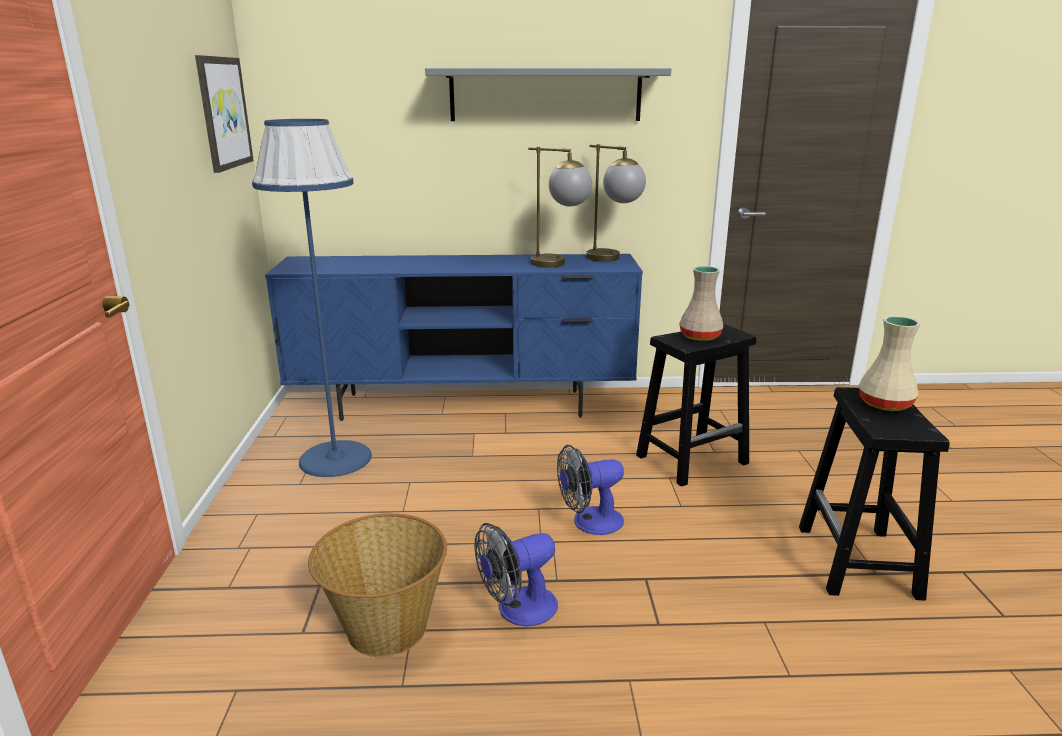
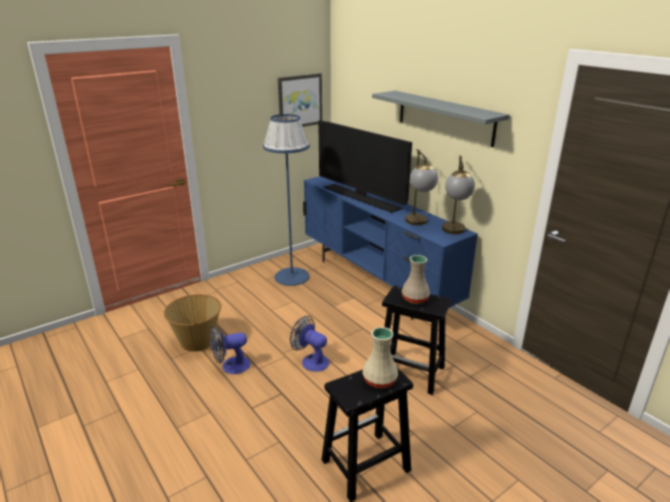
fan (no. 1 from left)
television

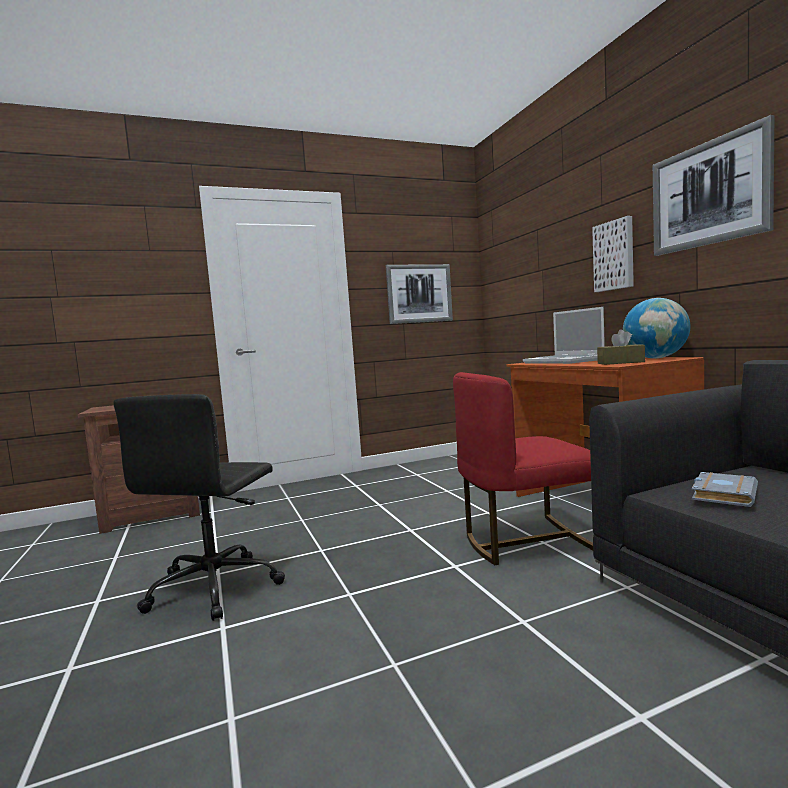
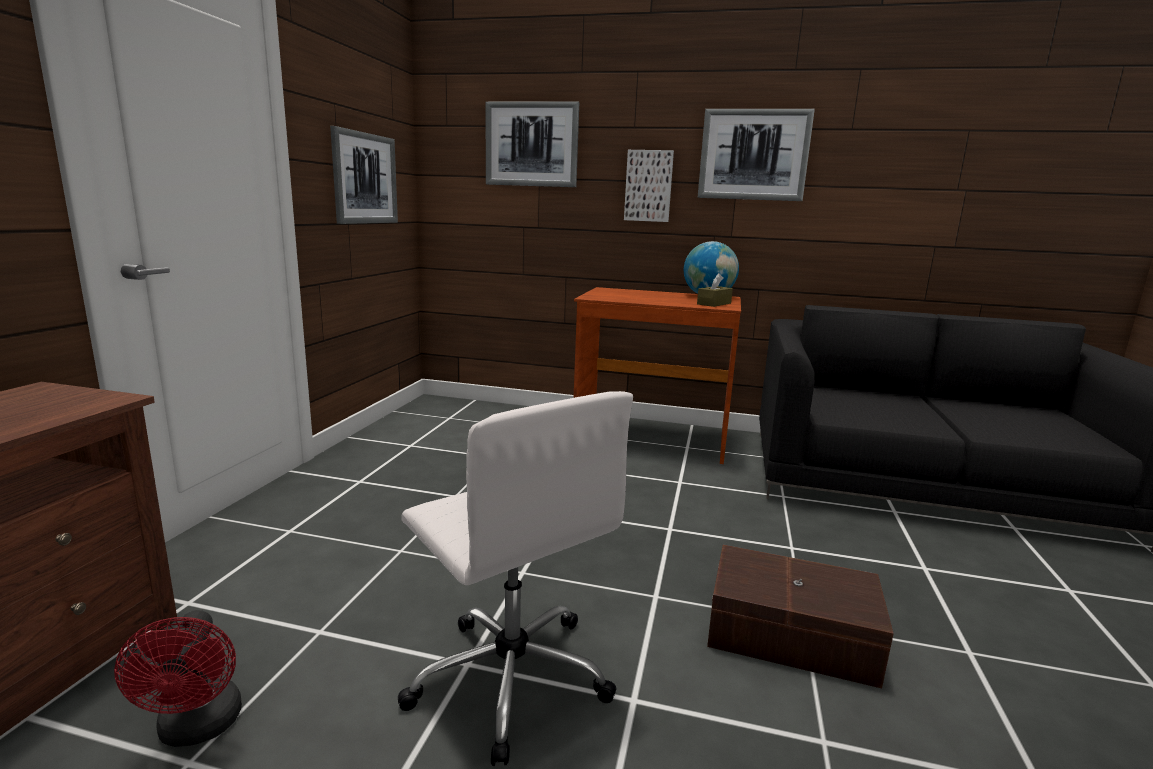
white office chair
red chair
laptop
grey book
red fan
picture (no. 2 from left)
brown storage box

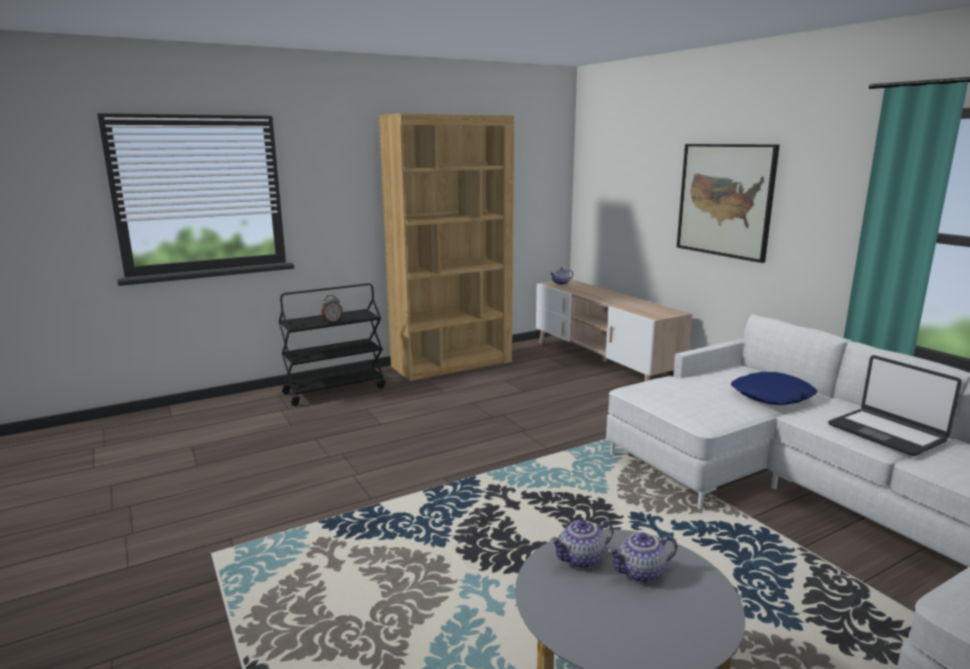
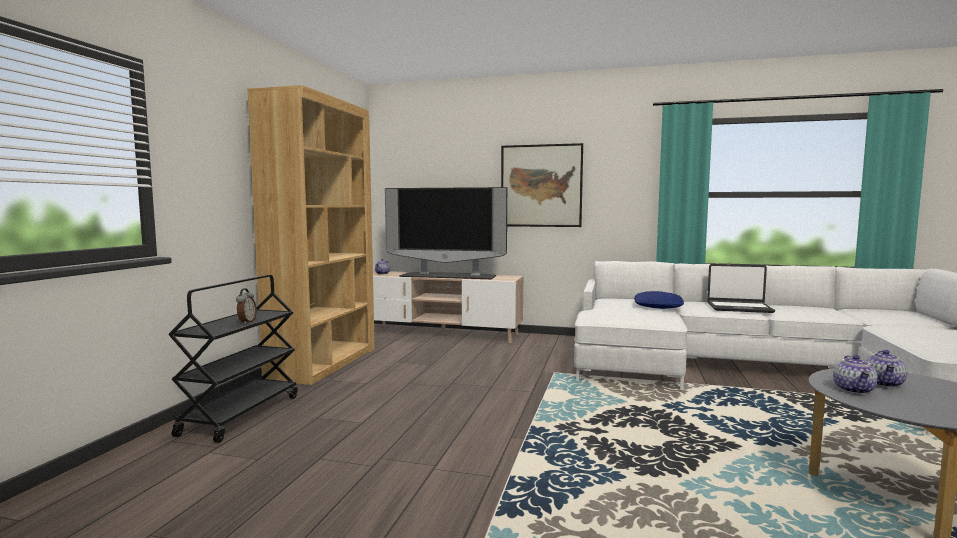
television

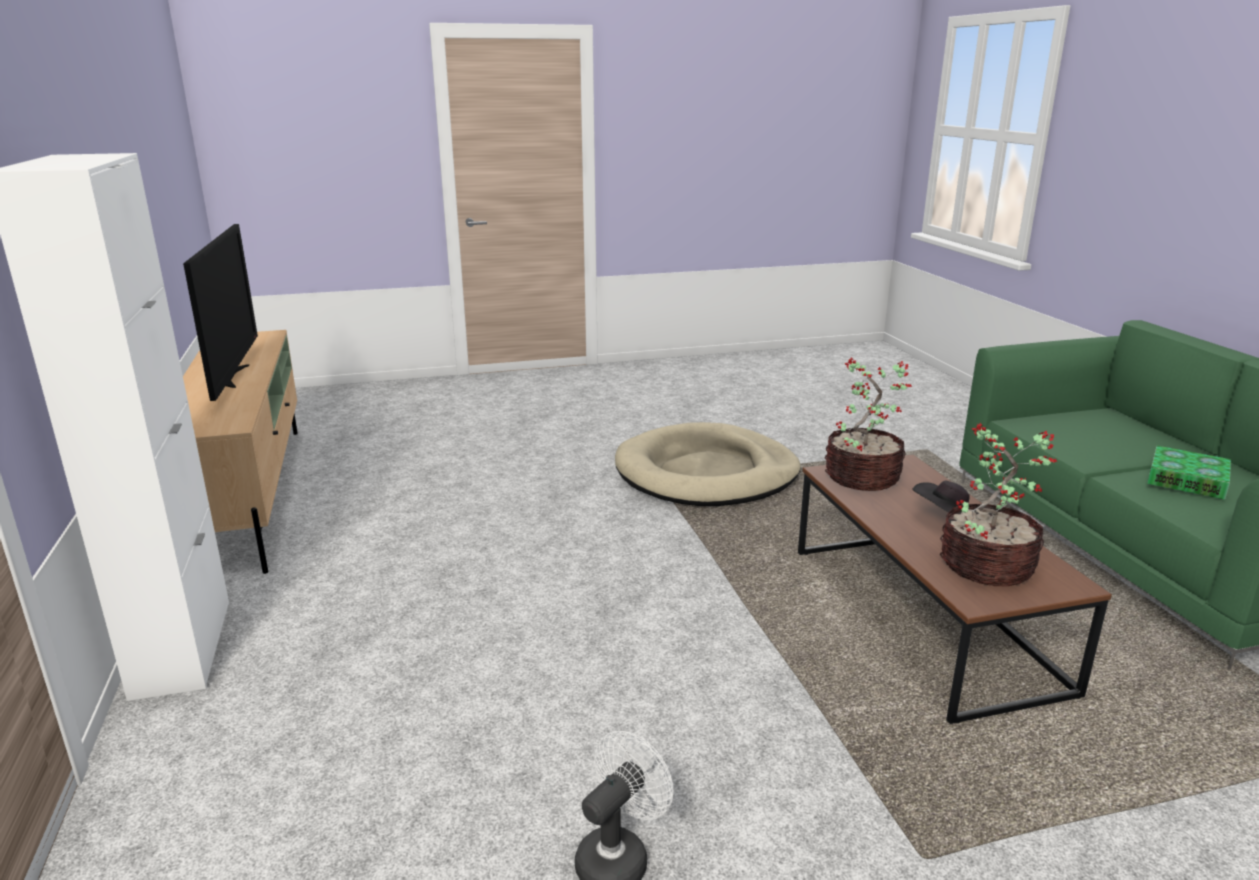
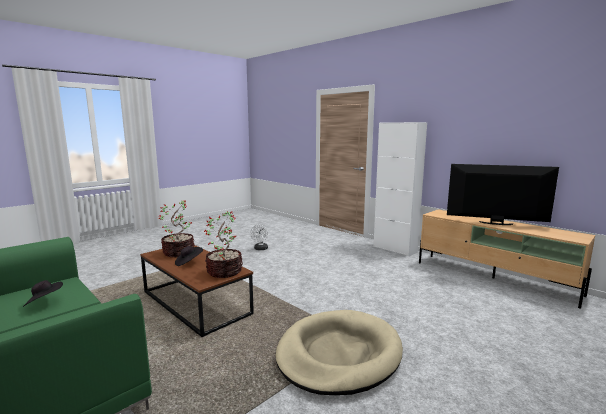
television
black hat (no. 1 from left)

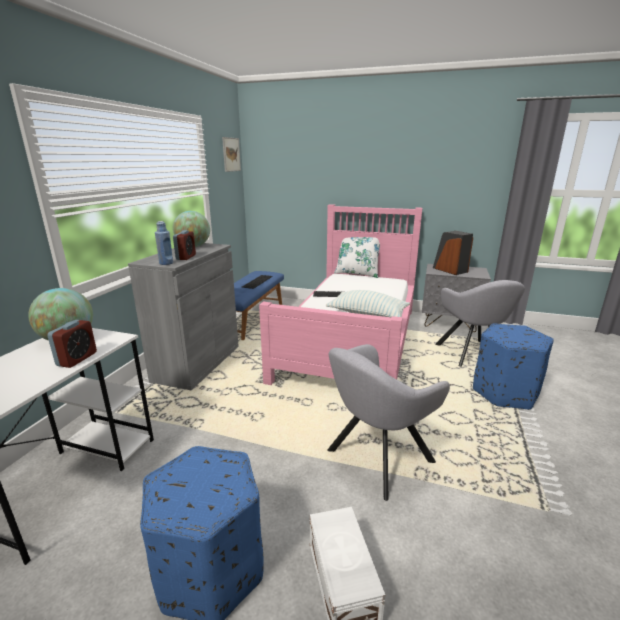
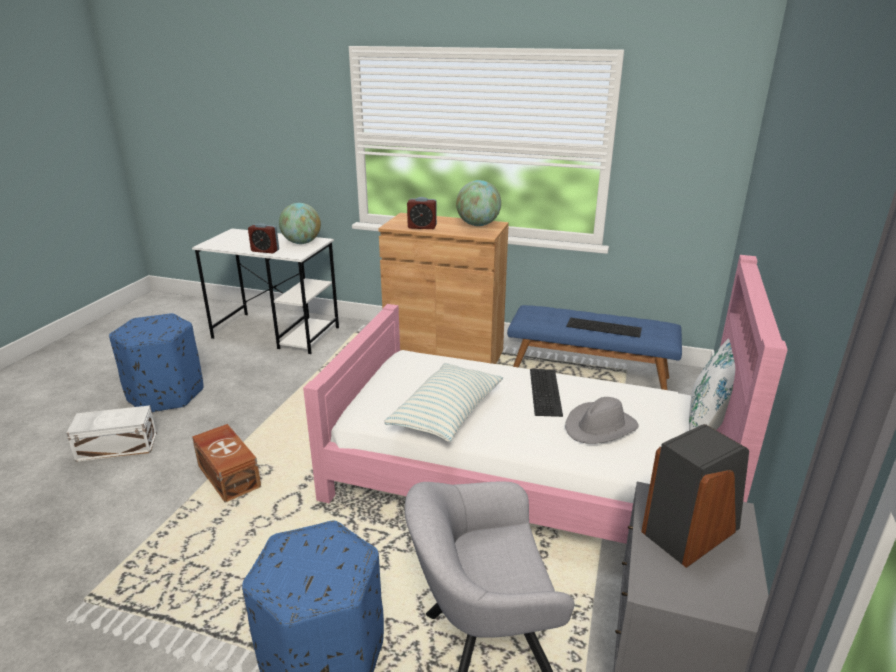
brown cabinet
blue bottle
picture
brown storage box
grey hat

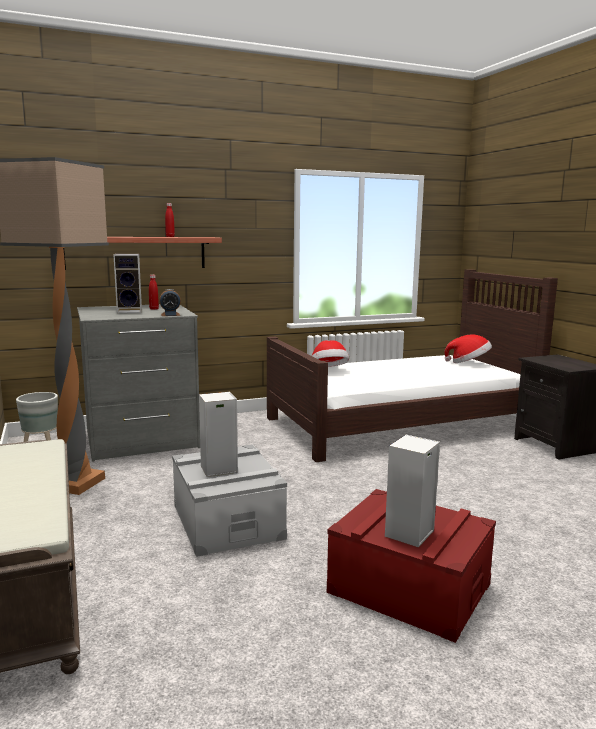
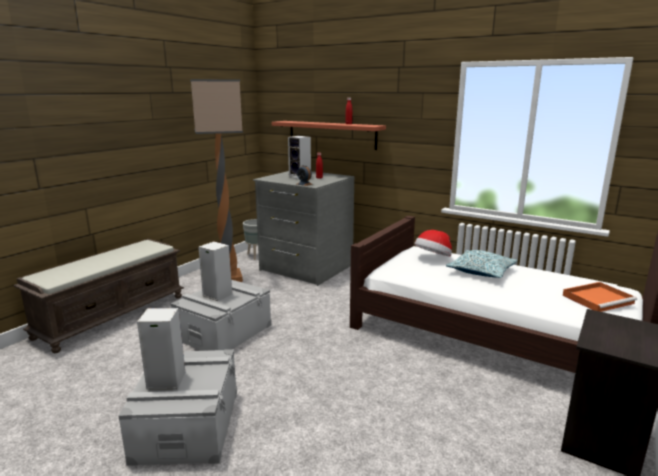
grey storage box (no. 1 from left)
orange tray
pillow

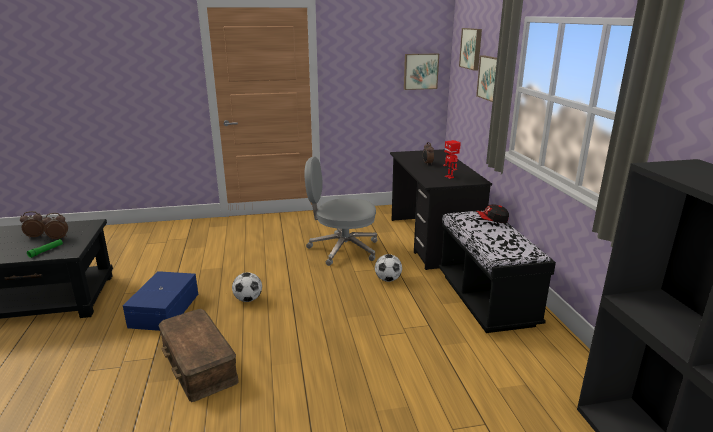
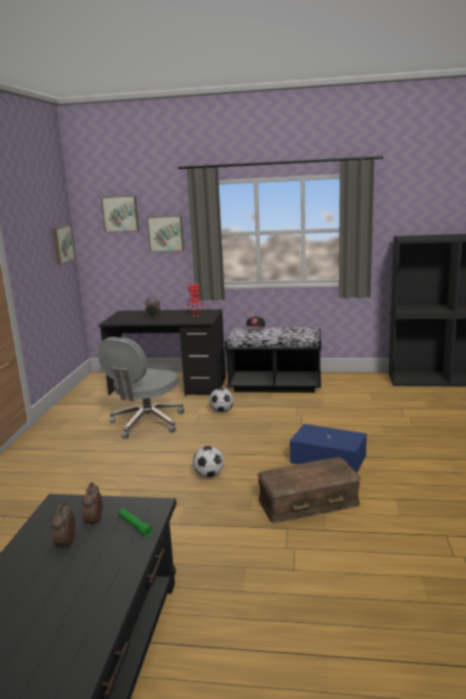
blue storage box

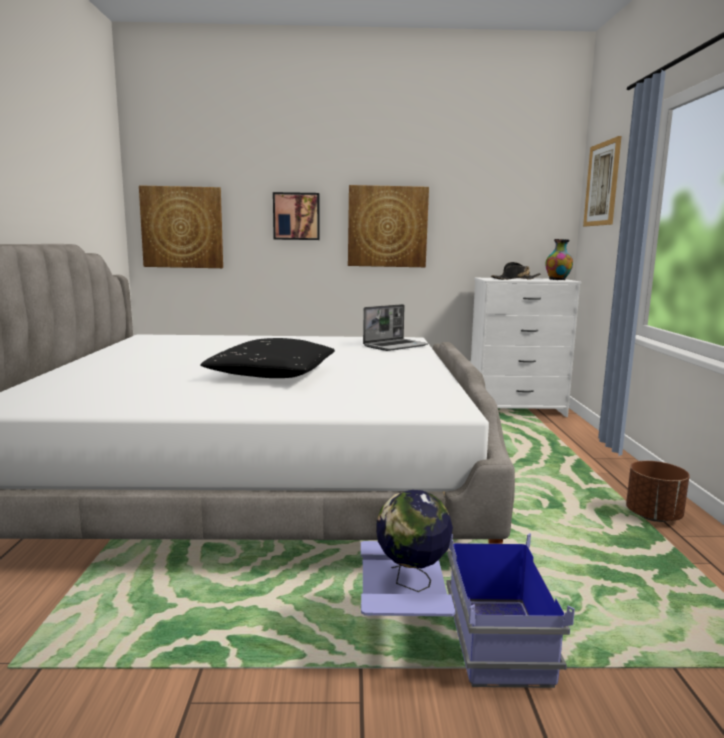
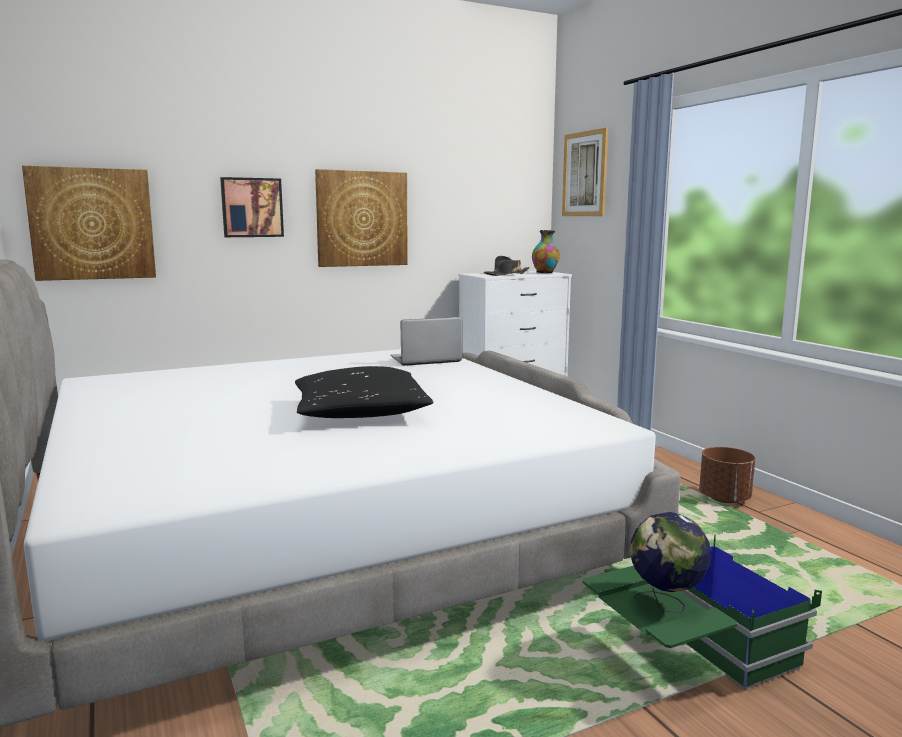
green storage box
laptop

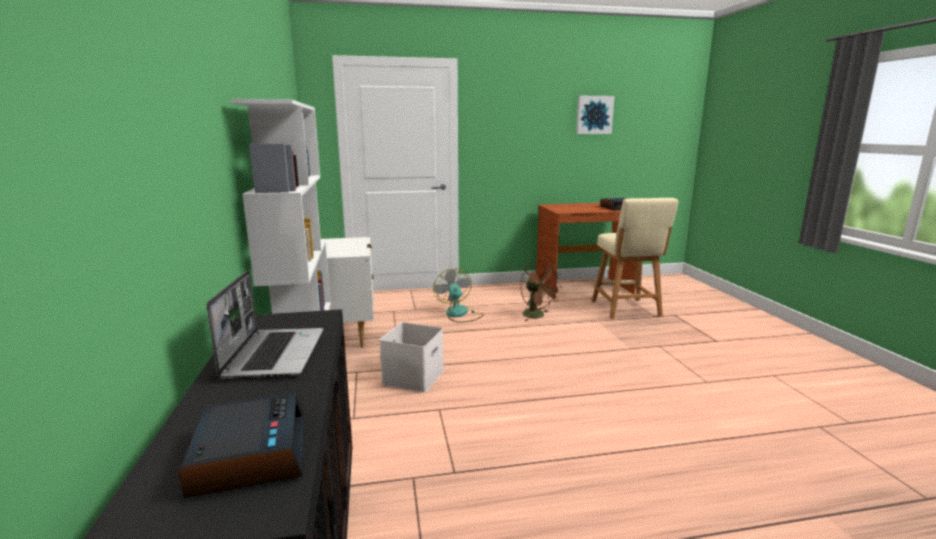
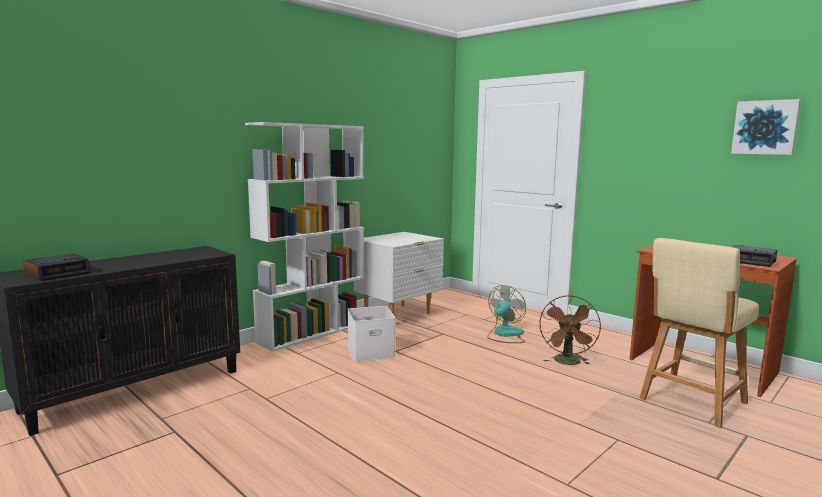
laptop

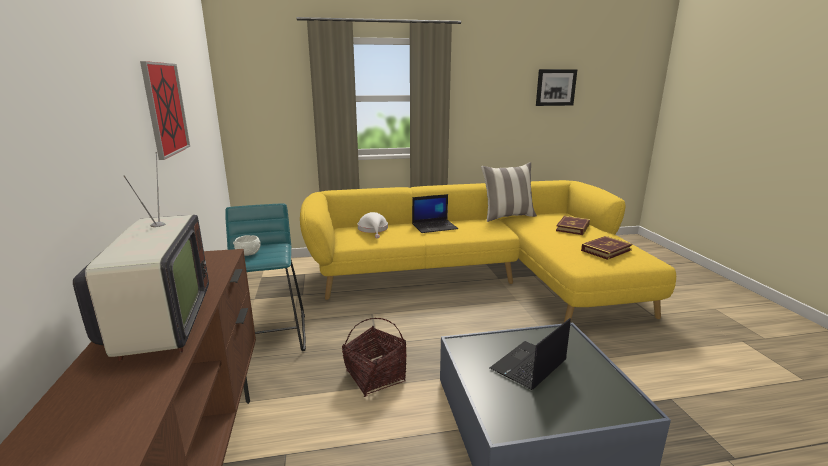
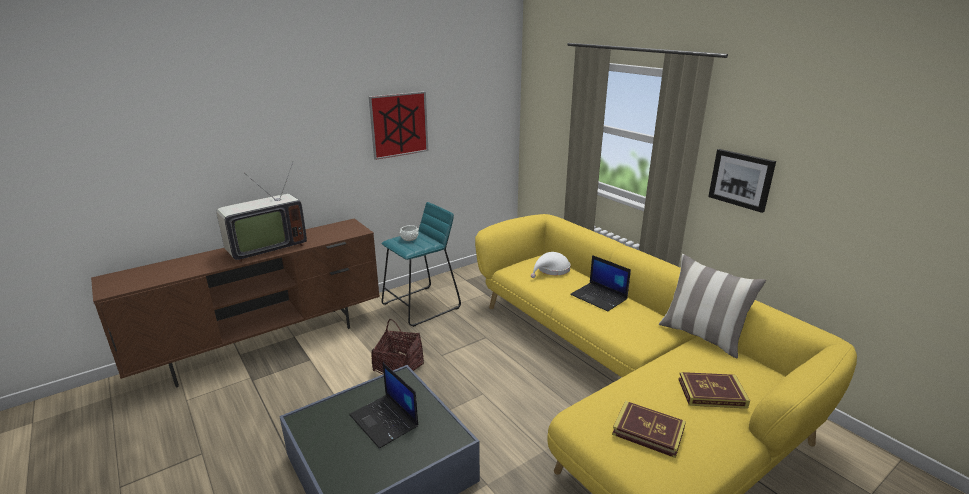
laptop (no. 1 from left)
picture (no. 2 from left)

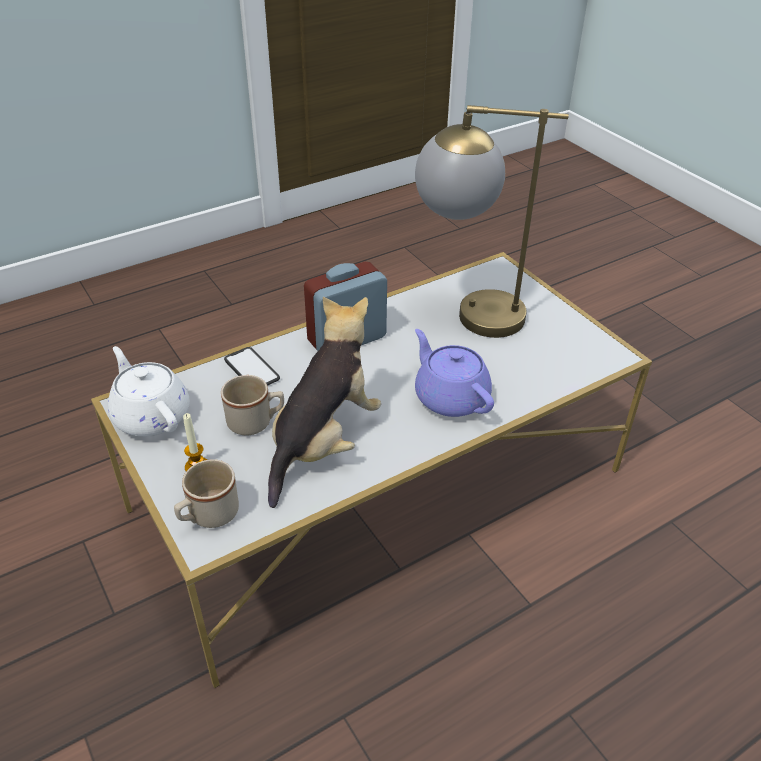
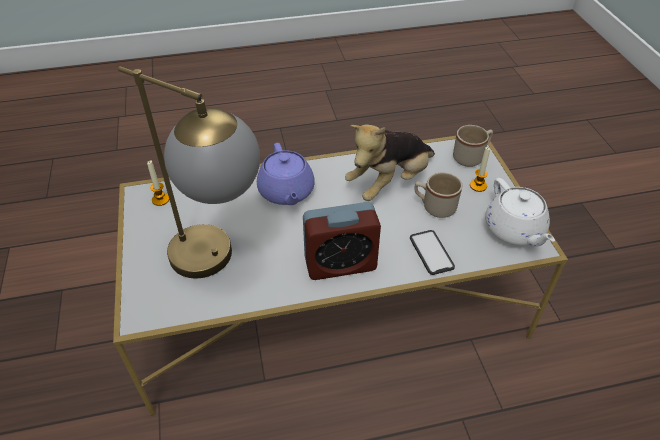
candle (no. 1 from left)

